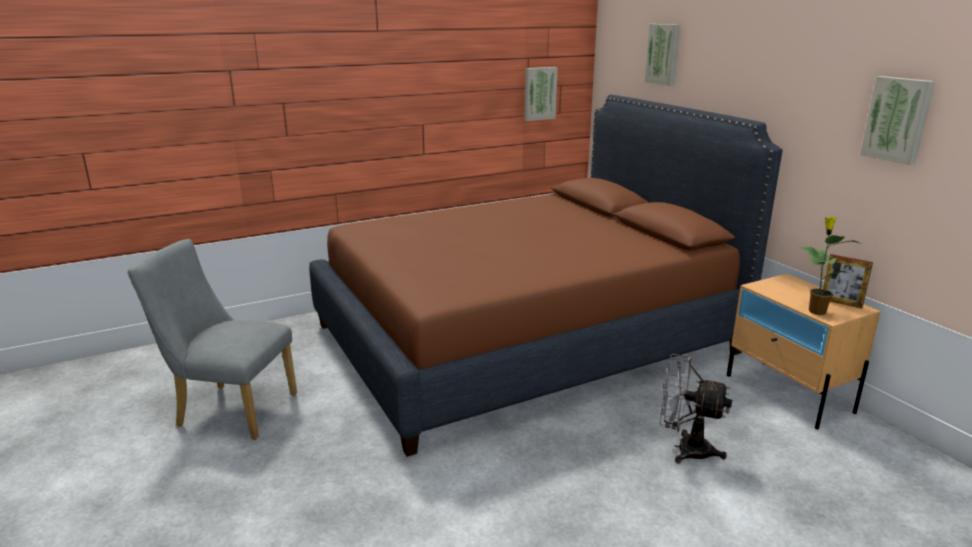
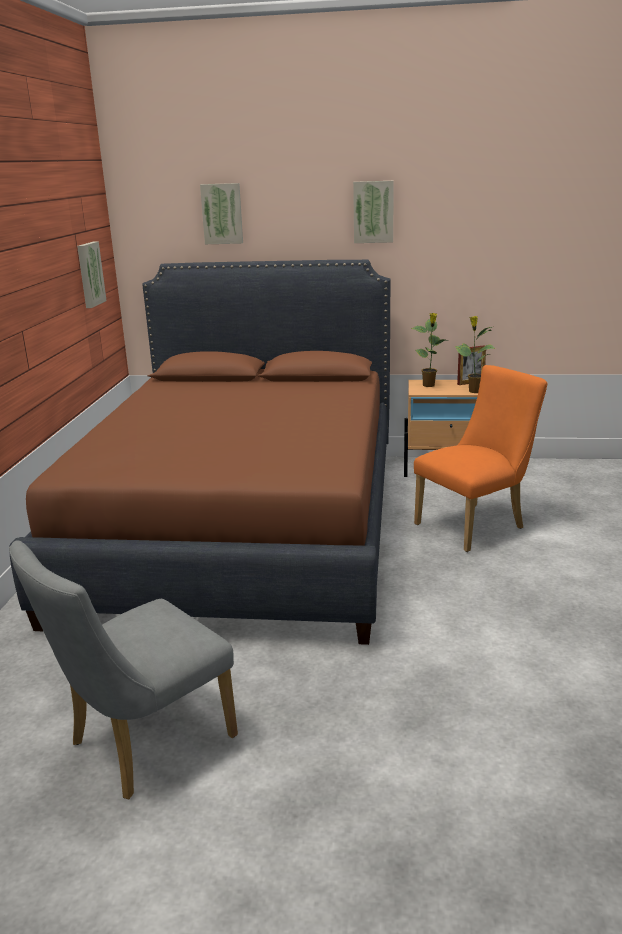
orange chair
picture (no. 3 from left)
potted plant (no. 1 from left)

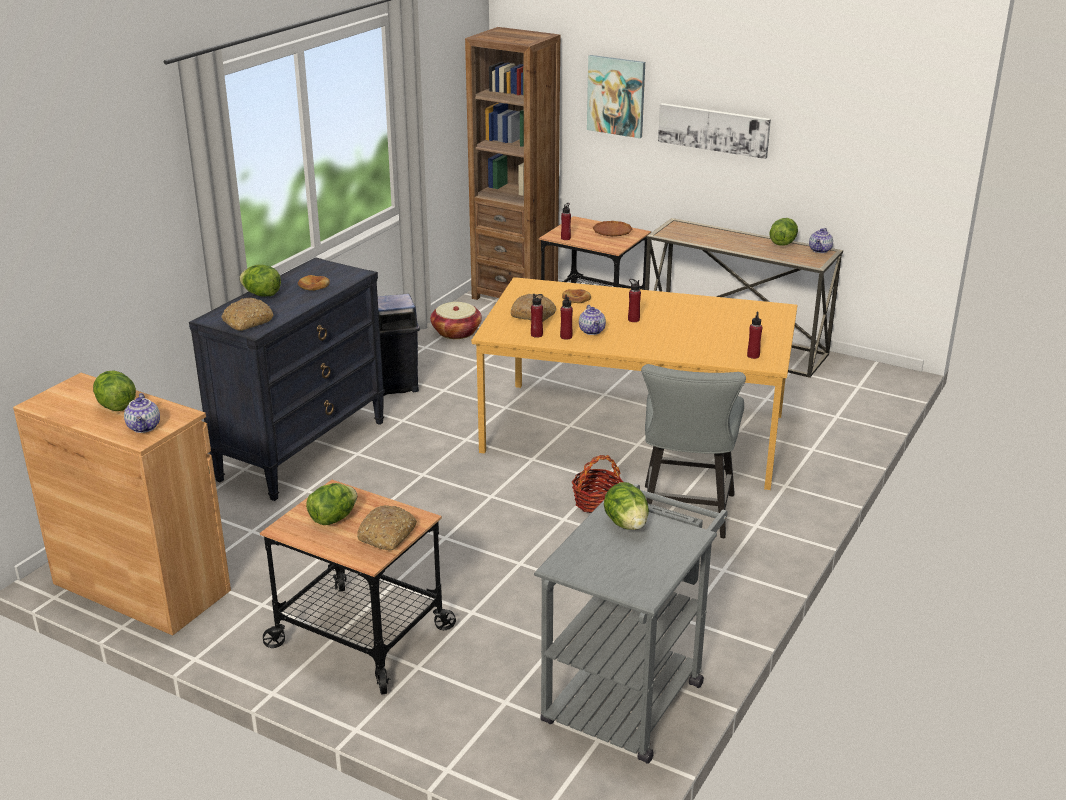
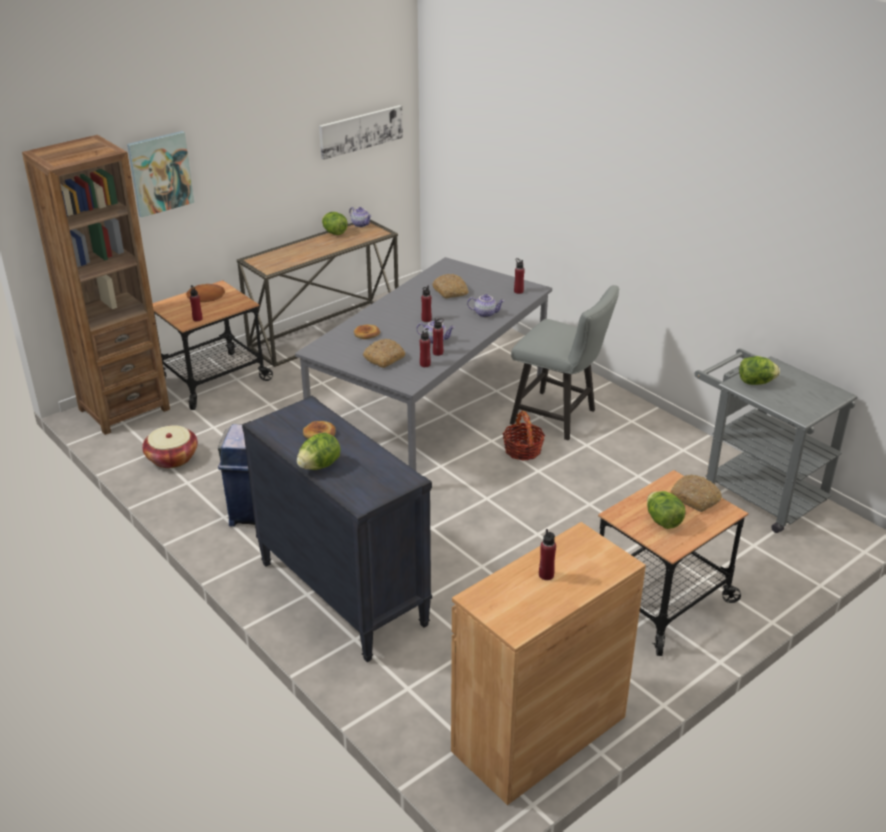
red bottle (no. 6 from left)
teapot (no. 3 from left)
bread (no. 4 from left)
grey dining table
picture (no. 2 from left)

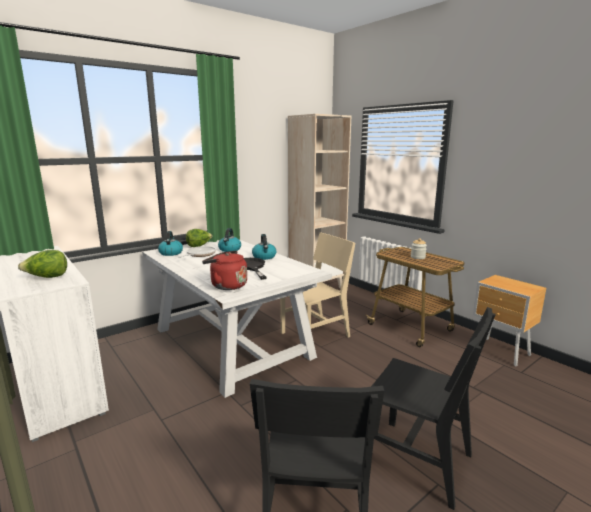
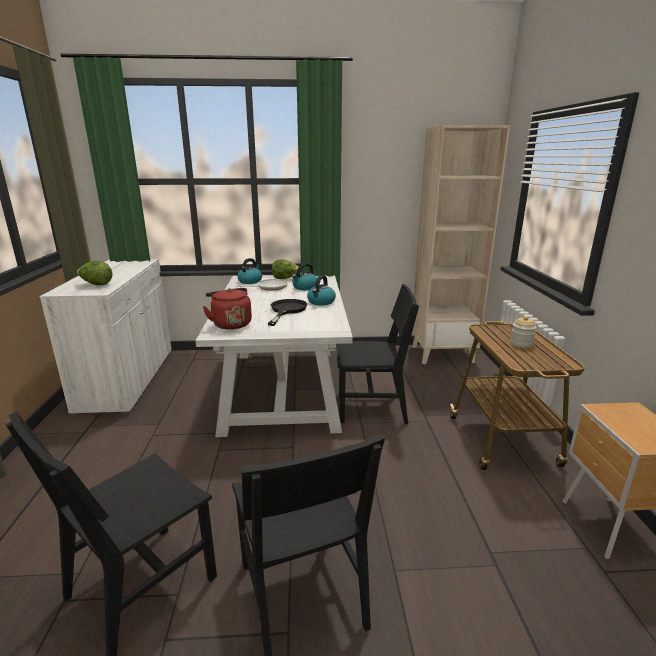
black chair (no. 3 from left)

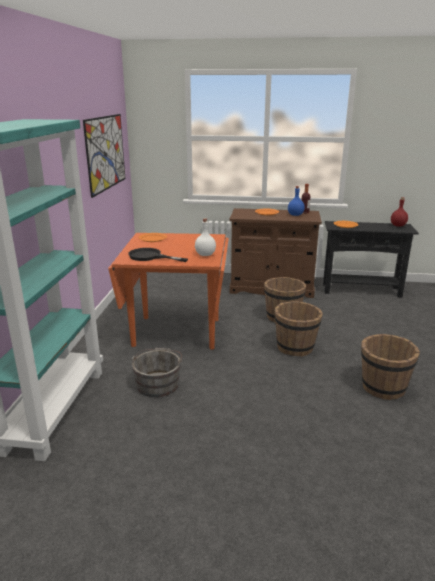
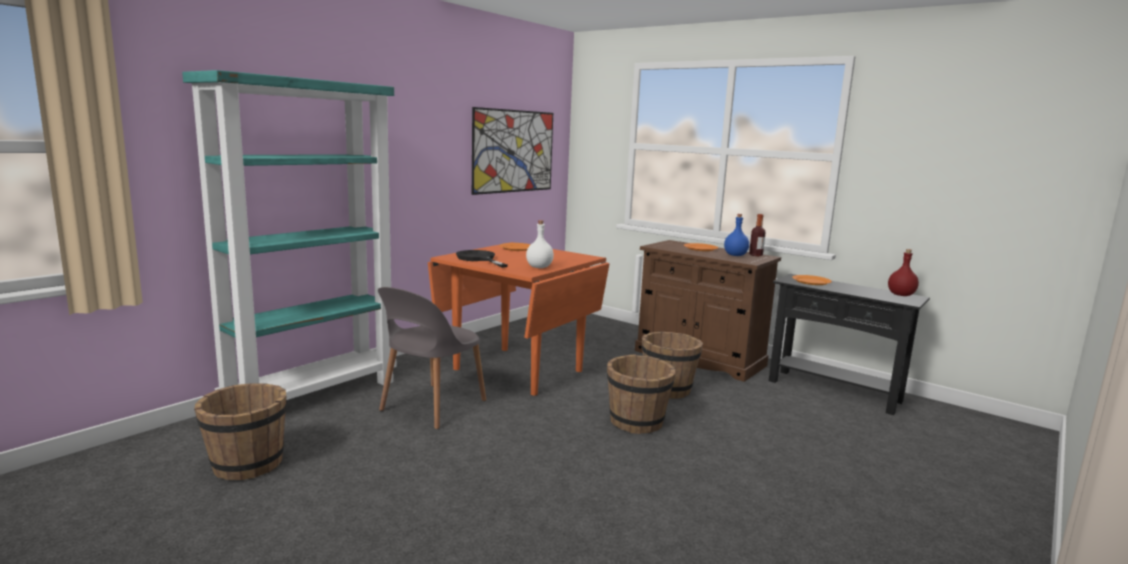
grey chair
brown bucket (no. 1 from left)

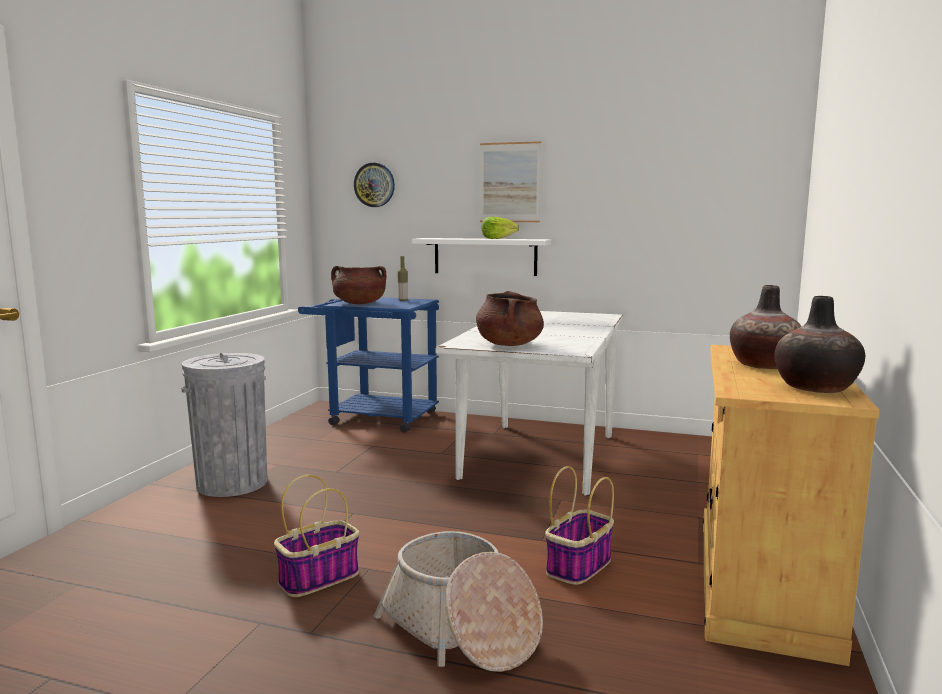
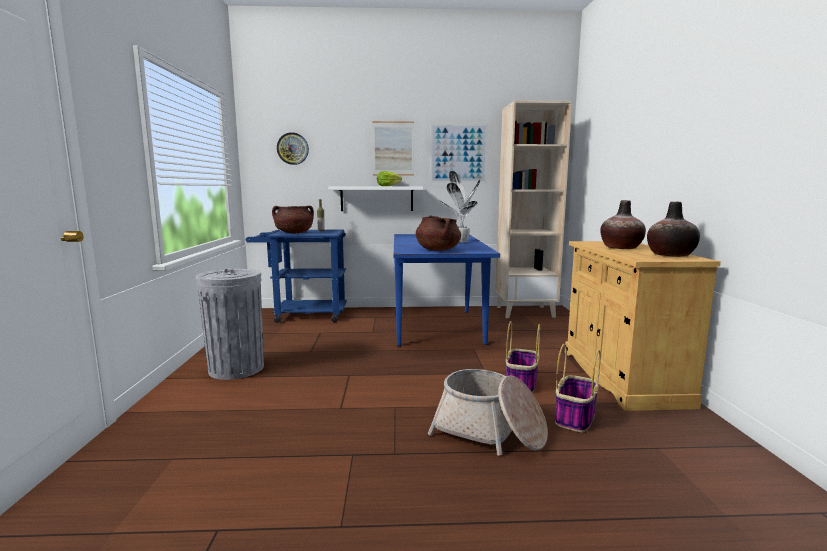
basket (no. 3 from left)
blue dining table
picture (no. 2 from left)
potted plant
beige bookcase

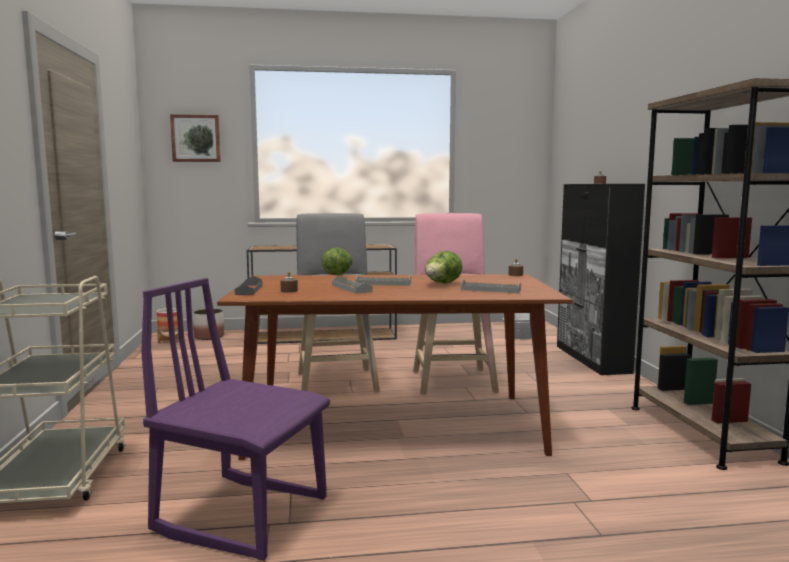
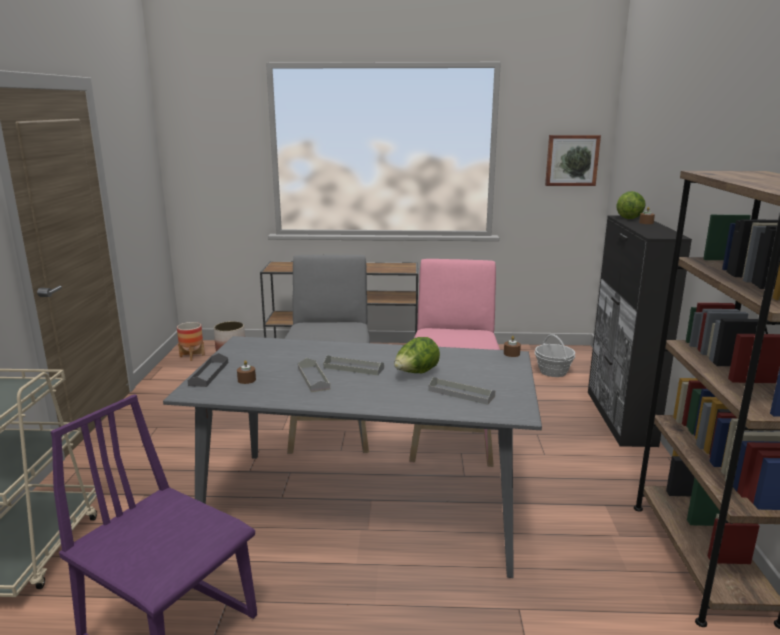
picture
grey dining table
lettuce (no. 2 from left)

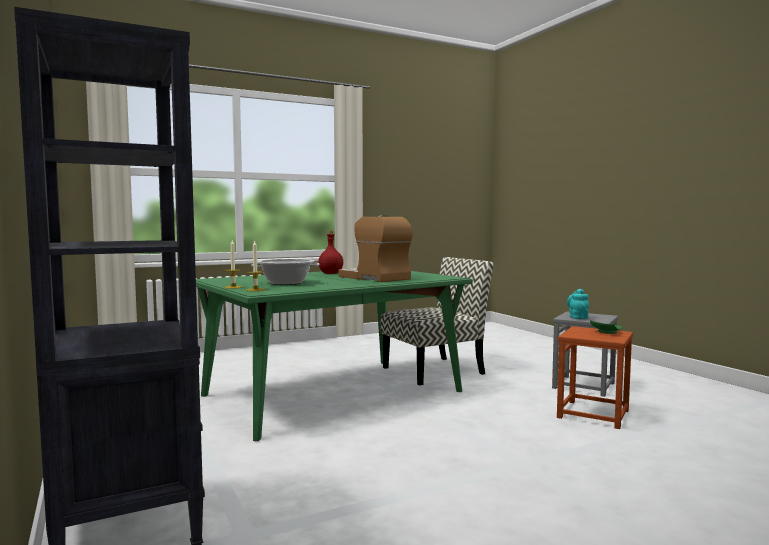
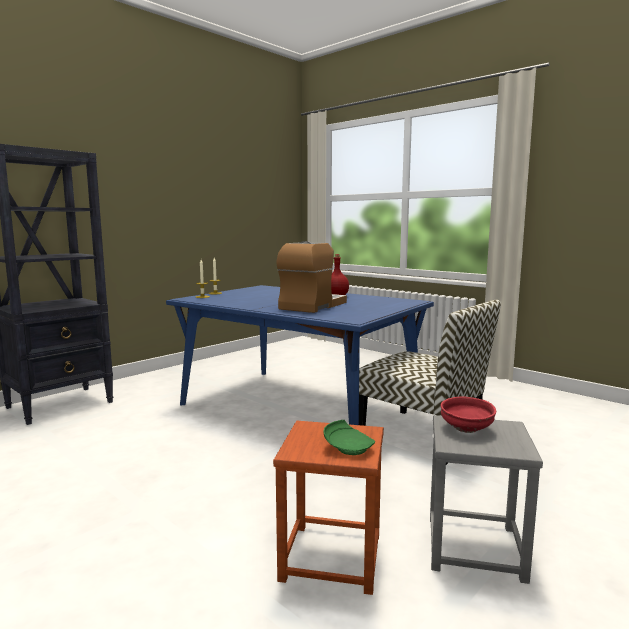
blue dining table
cooking pot
red bowl

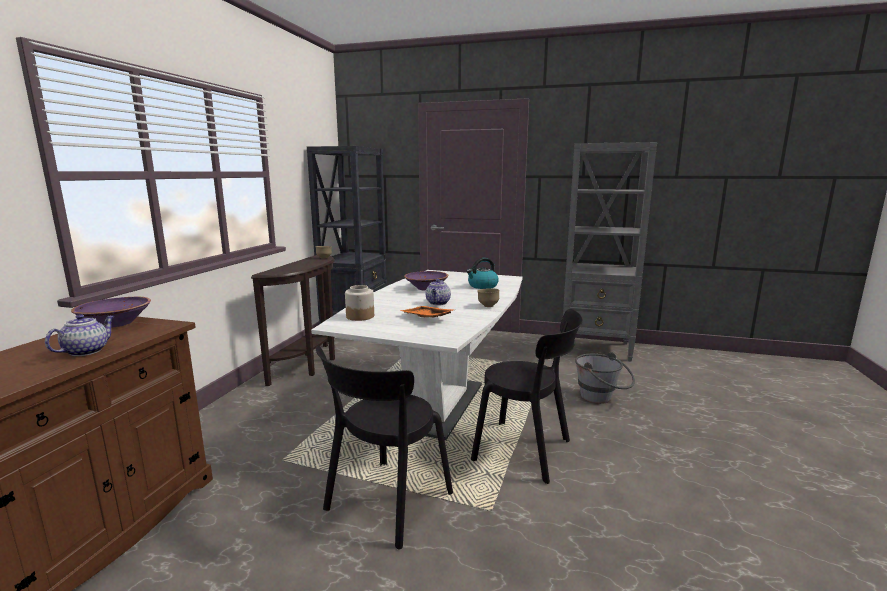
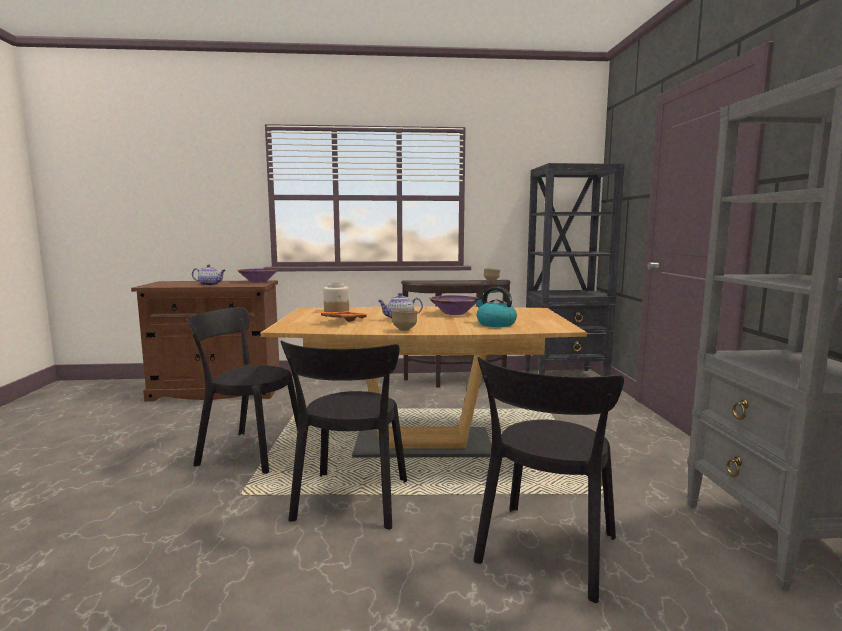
brown dining table
black chair (no. 3 from left)

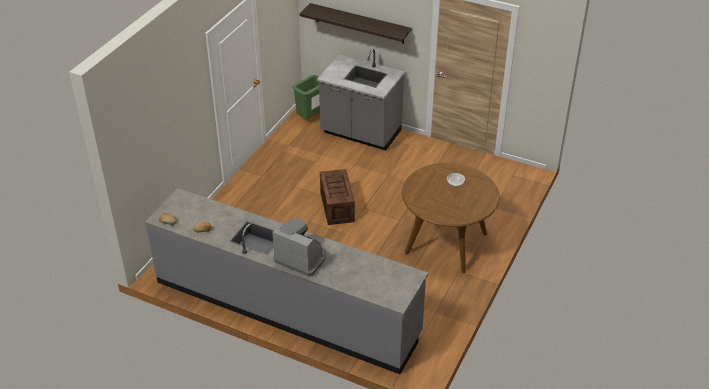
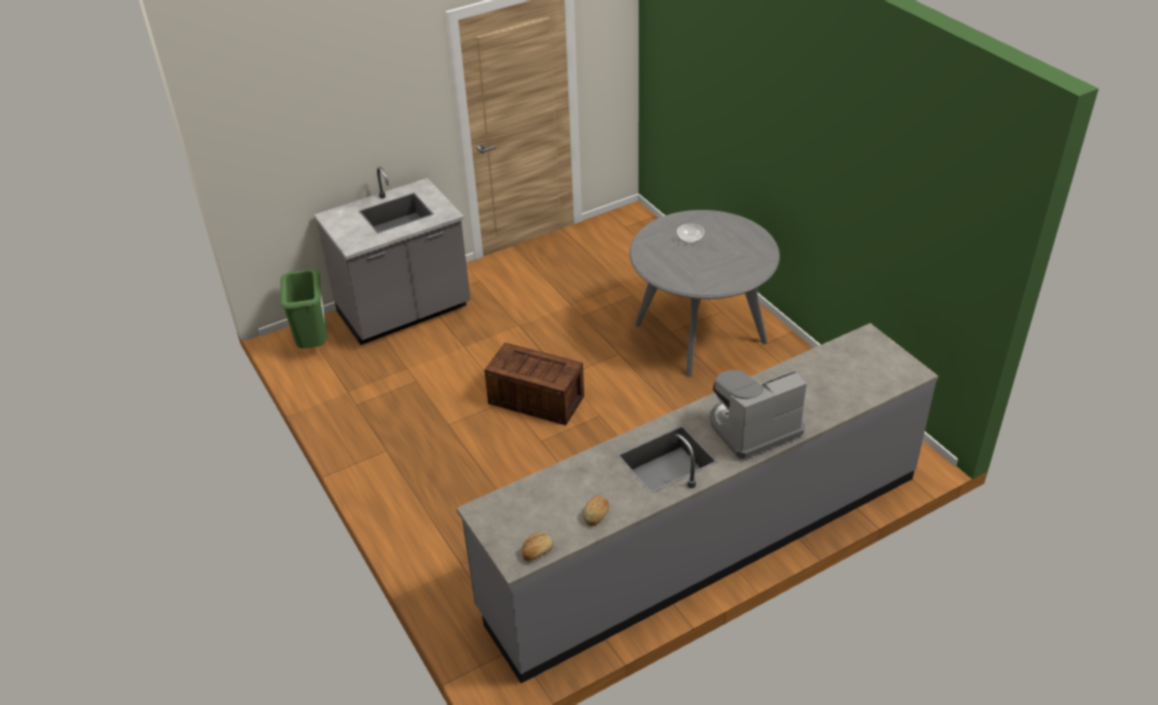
shelf
grey dining table

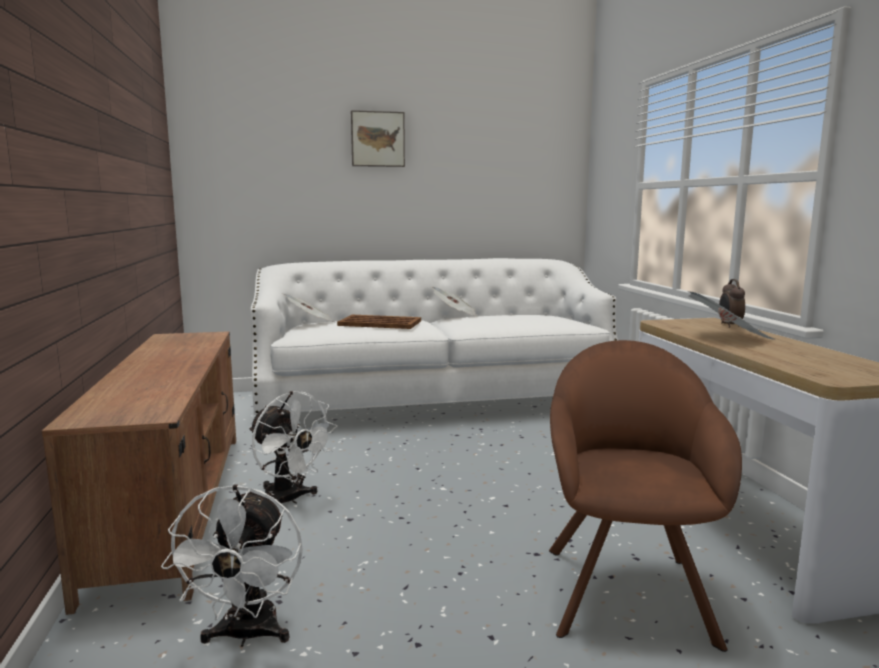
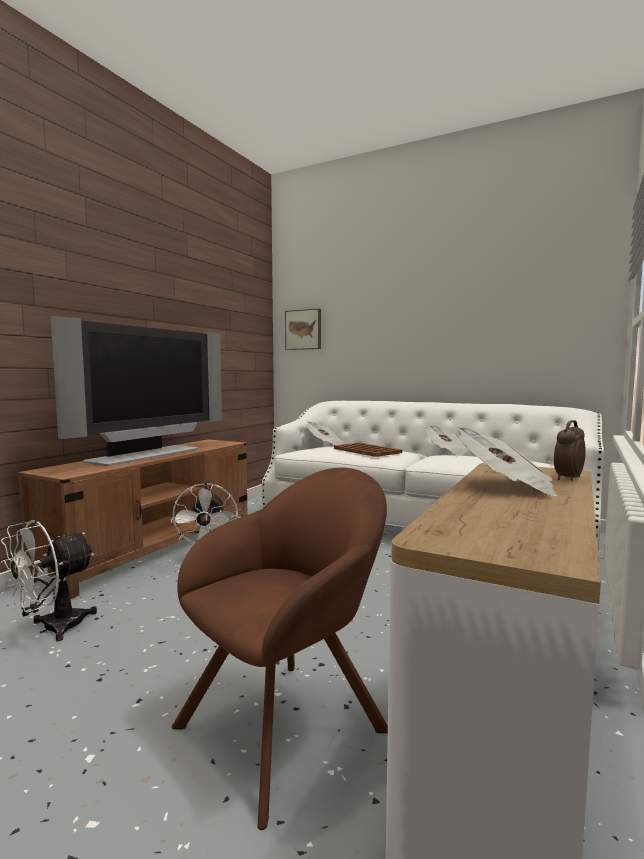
picture
television

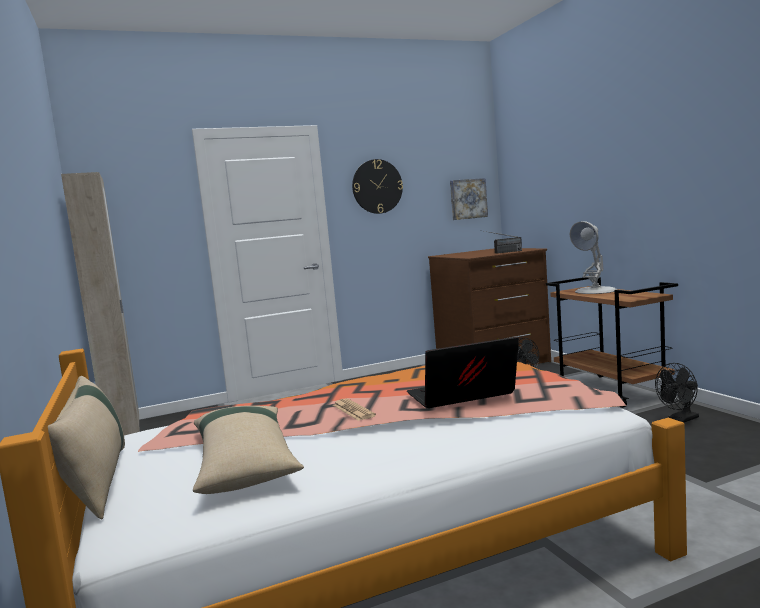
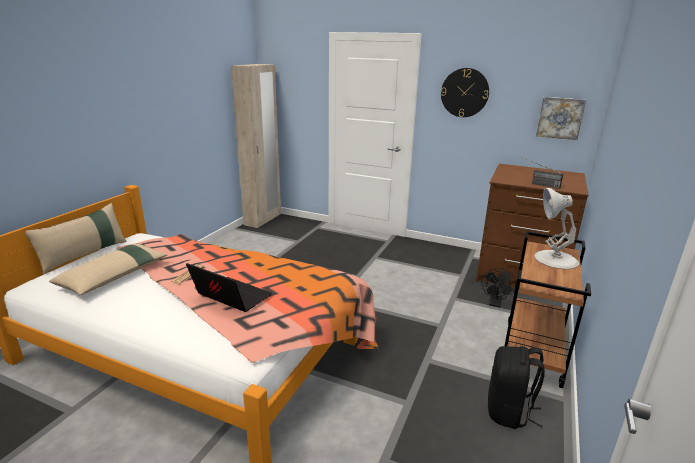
black backpack

